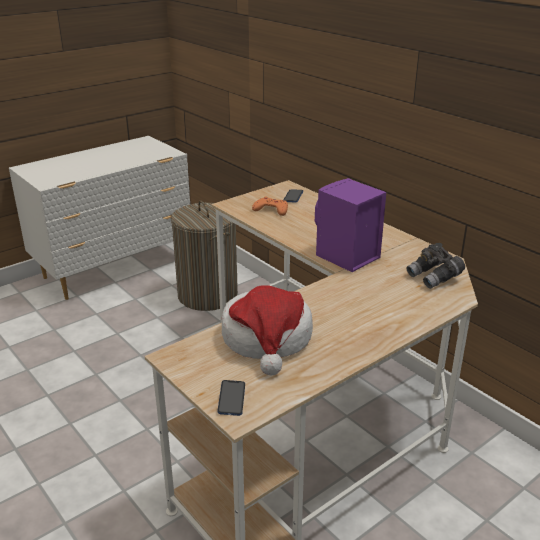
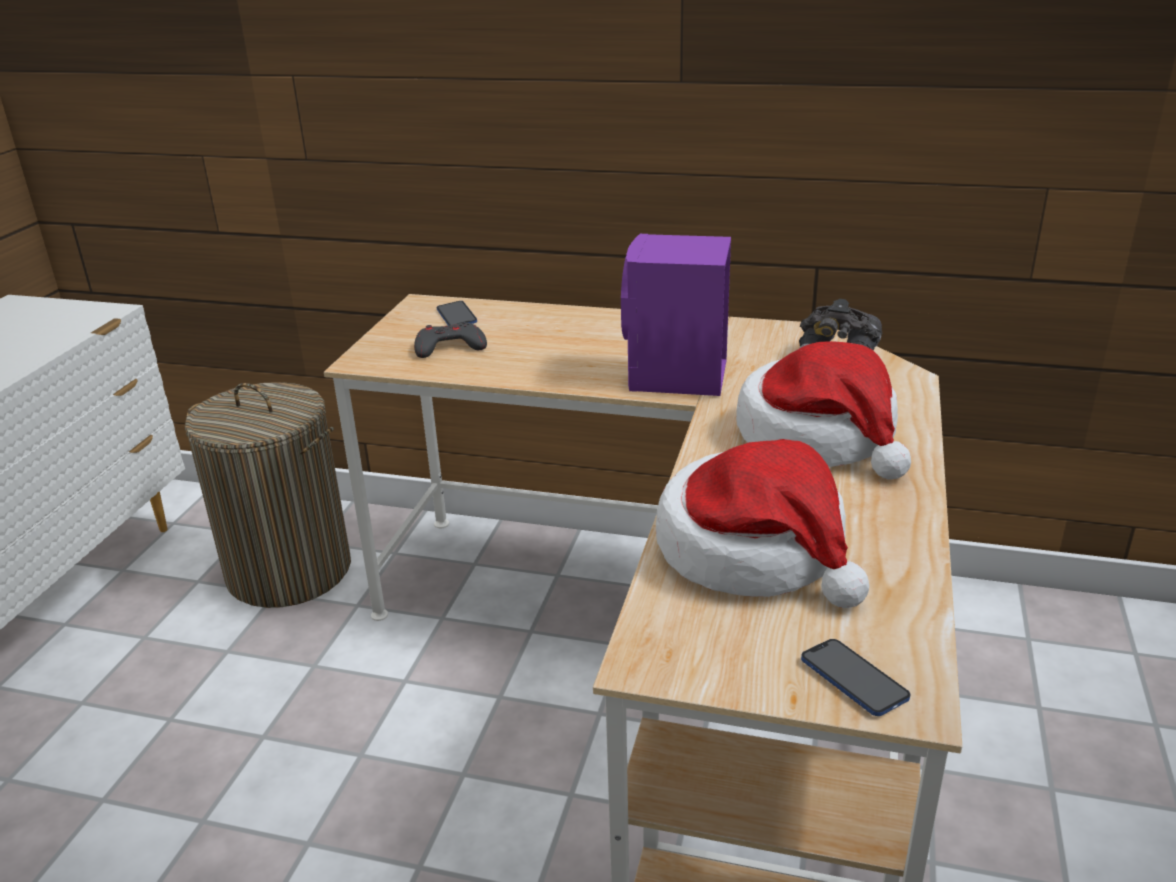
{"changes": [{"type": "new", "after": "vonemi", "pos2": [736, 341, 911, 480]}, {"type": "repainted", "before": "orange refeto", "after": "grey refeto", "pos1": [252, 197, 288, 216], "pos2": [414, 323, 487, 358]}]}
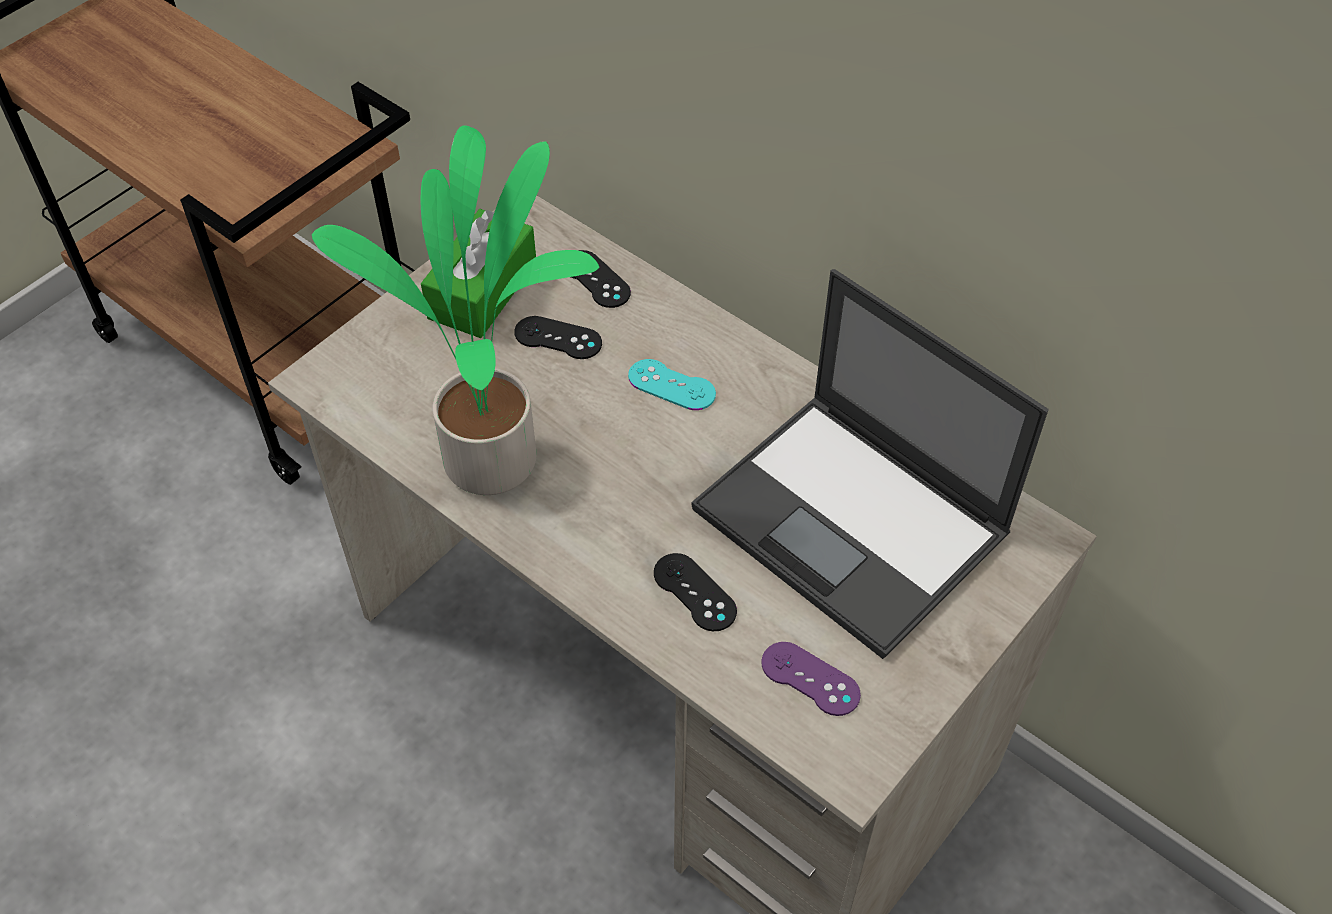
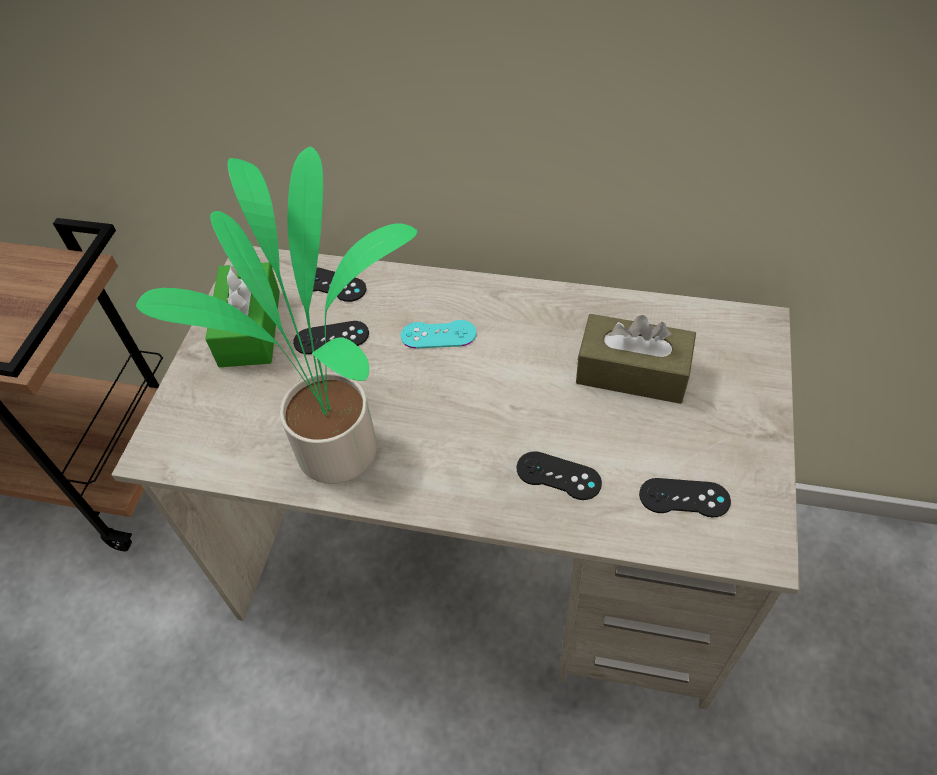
{"changes": [{"type": "swapped", "before": "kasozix", "after": "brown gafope", "pos1": [691, 269, 1049, 659], "pos2": [576, 314, 696, 404]}, {"type": "repainted", "before": "purple refeto", "after": "black refeto", "pos1": [761, 642, 861, 716], "pos2": [639, 478, 731, 518]}]}
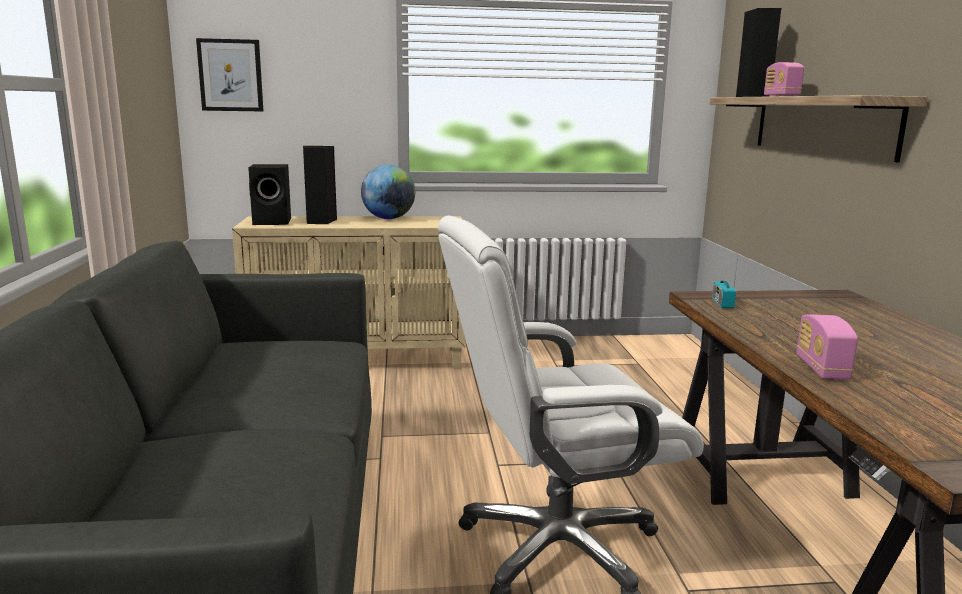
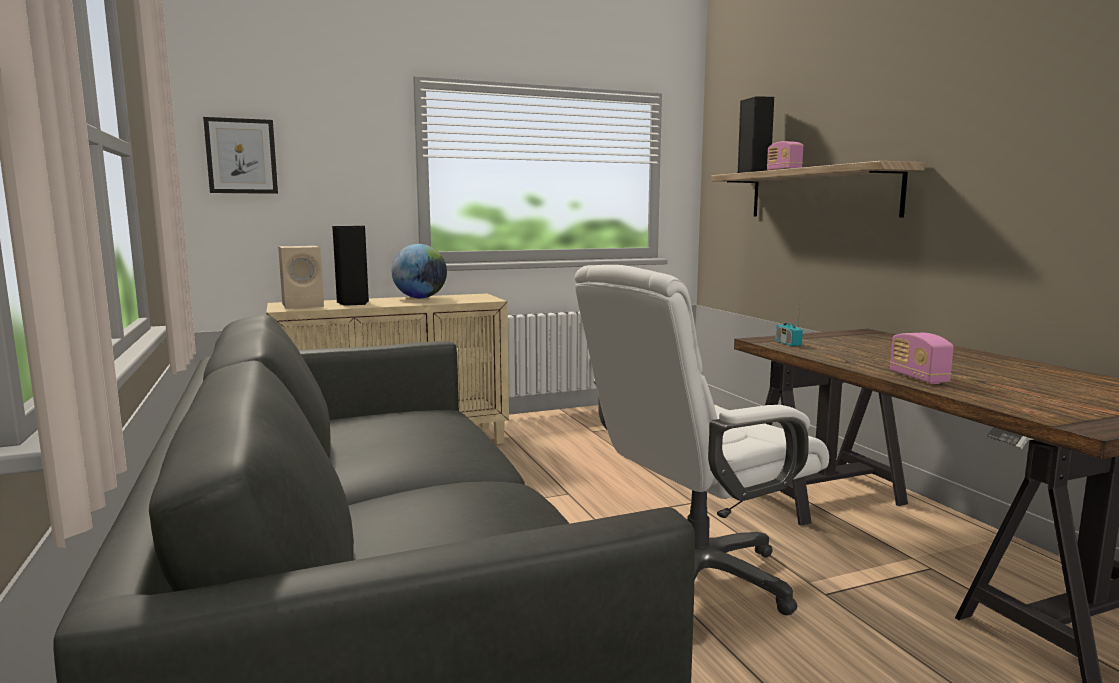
{"changes": [{"type": "repainted", "before": "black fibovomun", "after": "beige fibovomun", "pos1": [248, 164, 291, 225], "pos2": [278, 246, 324, 309]}]}
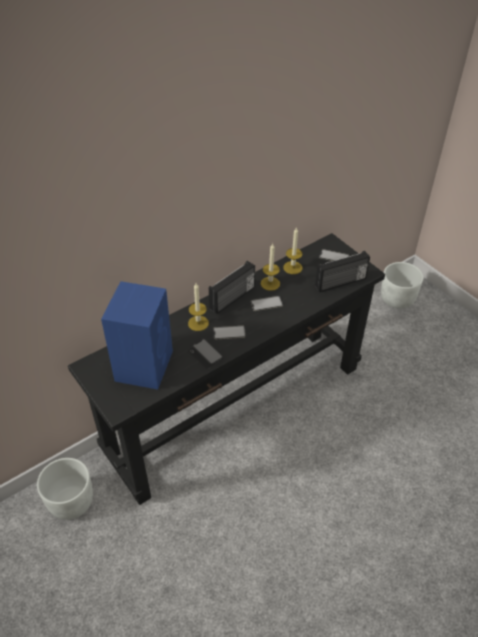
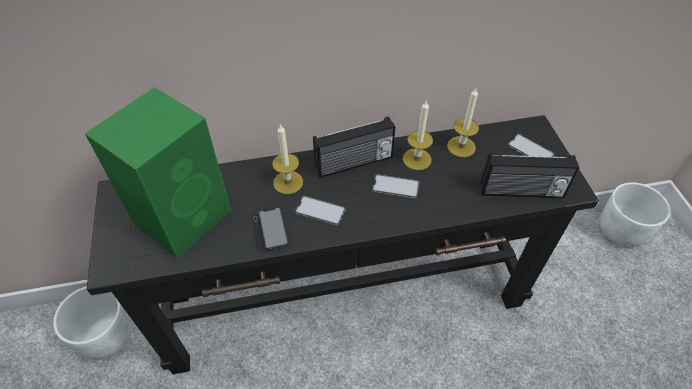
{"changes": [{"type": "repainted", "before": "blue fibovomun", "after": "green fibovomun", "pos1": [101, 281, 173, 390], "pos2": [85, 87, 231, 258]}]}
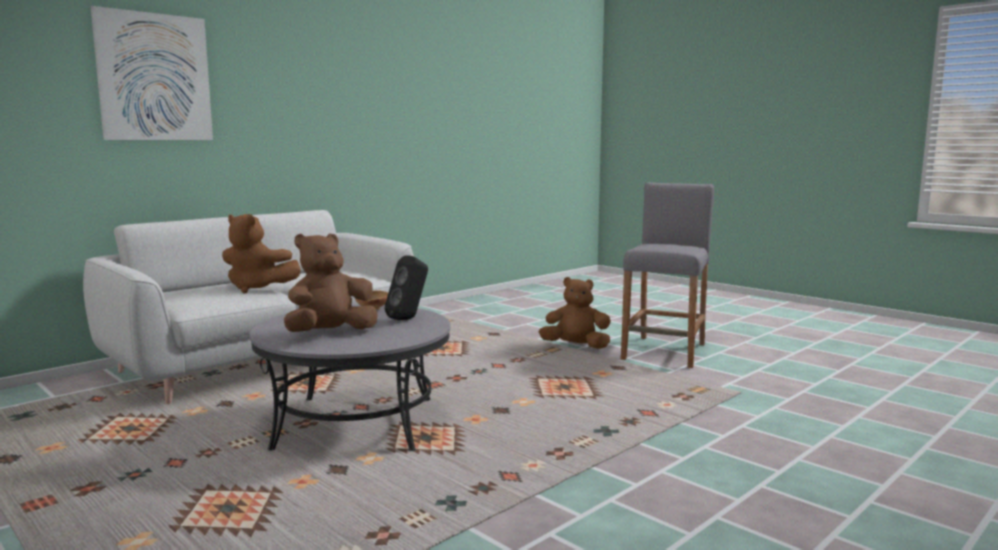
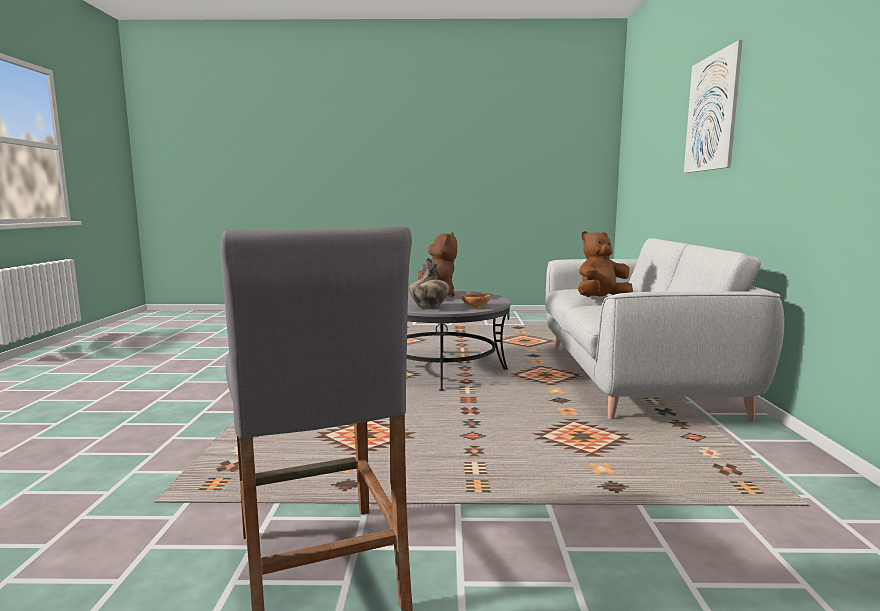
{"changes": [{"type": "gone", "before": "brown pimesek", "pos1": [539, 277, 611, 349]}, {"type": "swapped", "before": "black fibovomun", "after": "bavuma", "pos1": [385, 255, 428, 320], "pos2": [409, 258, 450, 308]}]}
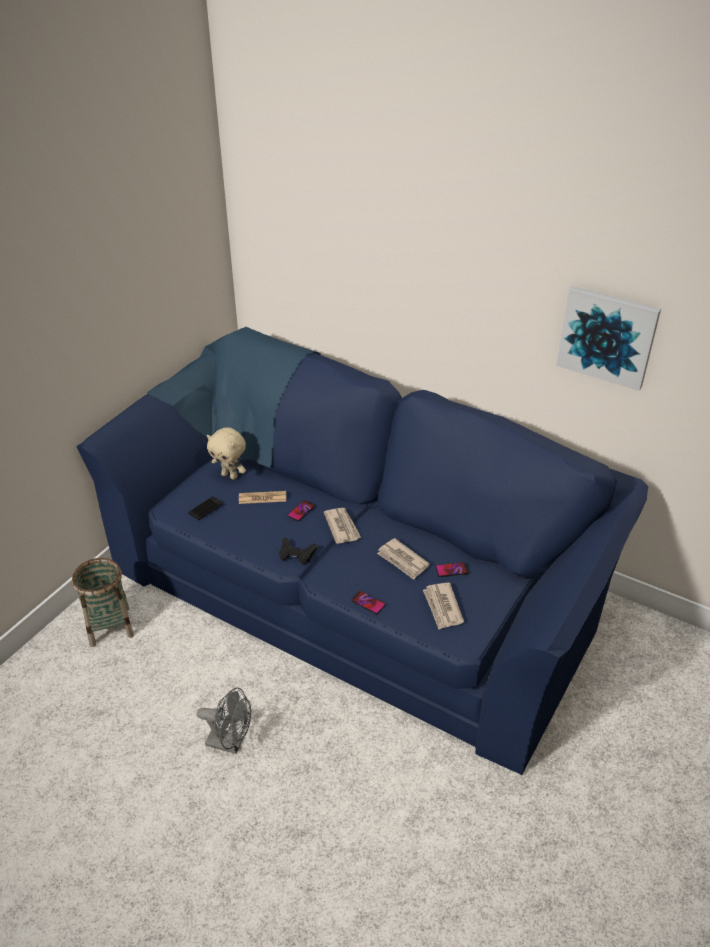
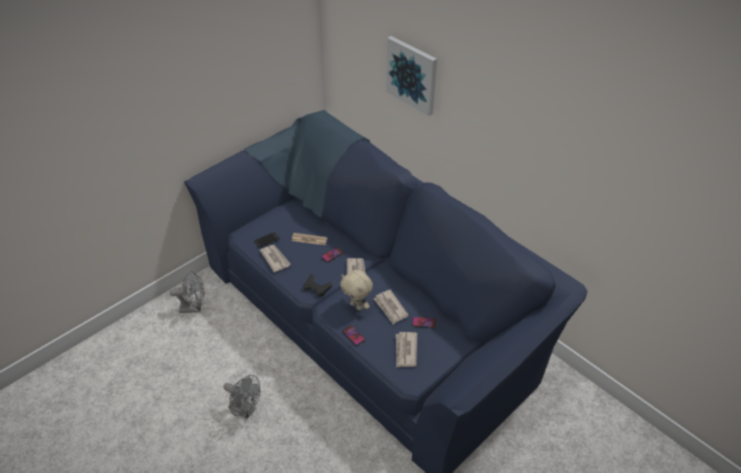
{"changes": [{"type": "new", "after": "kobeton", "pos2": [260, 245, 291, 272]}, {"type": "shifted", "before": "beige pimesek", "pos1": [207, 427, 246, 480], "pos2": [340, 270, 373, 311]}, {"type": "shifted", "before": "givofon", "pos1": [556, 286, 661, 391], "pos2": [386, 36, 437, 116]}, {"type": "swapped", "before": "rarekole", "after": "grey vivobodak", "pos1": [72, 558, 134, 647], "pos2": [170, 271, 204, 313]}]}
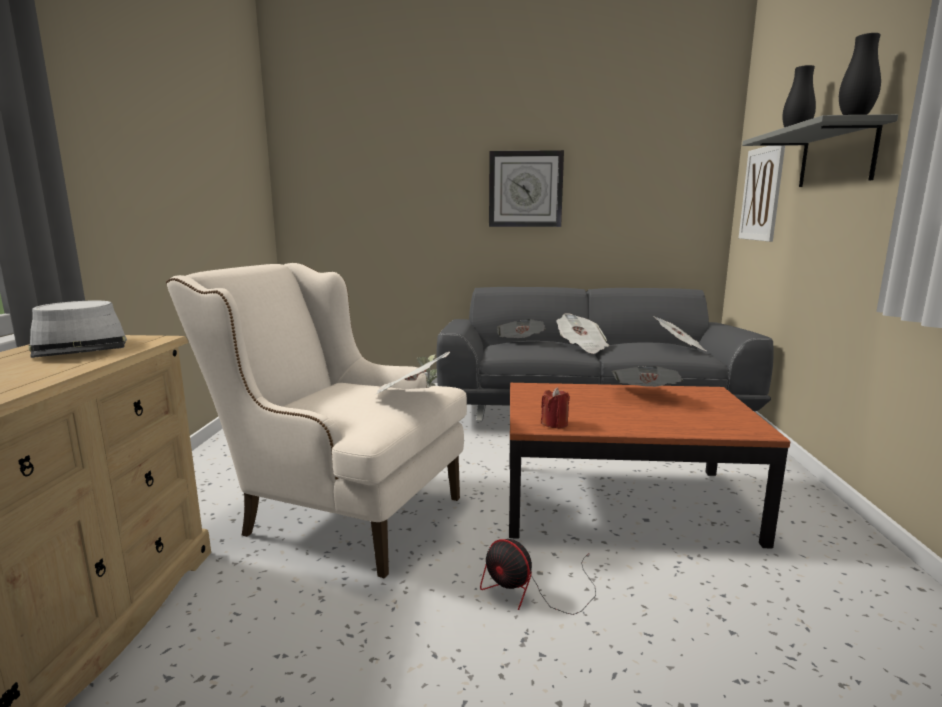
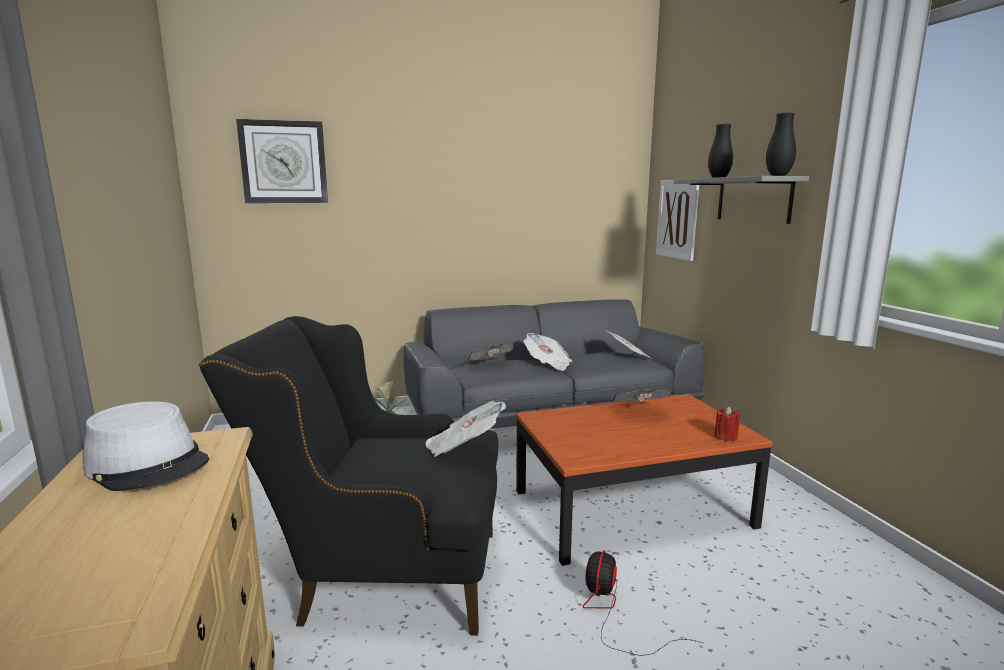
{"changes": [{"type": "shifted", "before": "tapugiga", "pos1": [489, 150, 564, 227], "pos2": [236, 119, 328, 203]}, {"type": "shifted", "before": "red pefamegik", "pos1": [541, 387, 570, 429], "pos2": [714, 406, 741, 441]}, {"type": "repainted", "before": "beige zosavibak", "after": "black zosavibak", "pos1": [166, 263, 467, 579], "pos2": [199, 316, 498, 636]}, {"type": "rotated", "before": "vivobodak", "pos1": [480, 539, 596, 615], "pos2": [583, 550, 703, 656], "turn": 90}]}
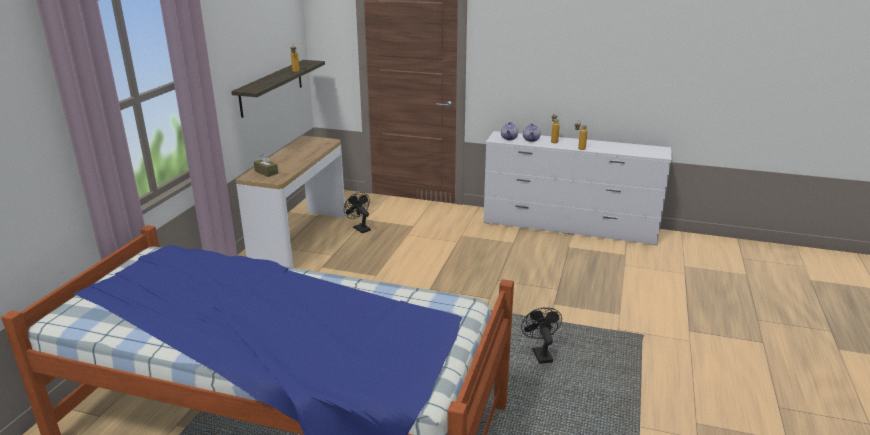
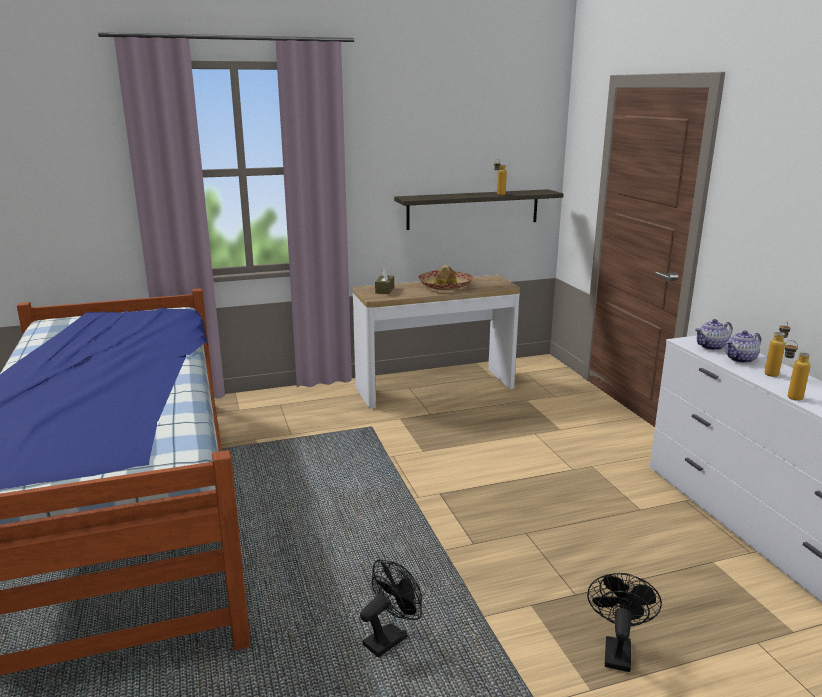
{"changes": [{"type": "new", "after": "vonemi", "pos2": [418, 265, 473, 290]}, {"type": "shifted", "before": "black vivobodak", "pos1": [344, 192, 371, 233], "pos2": [587, 573, 662, 672]}]}
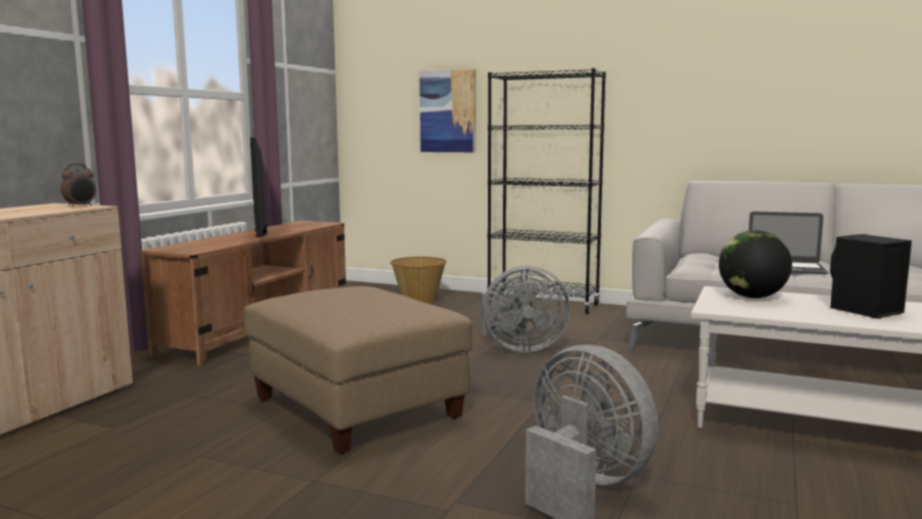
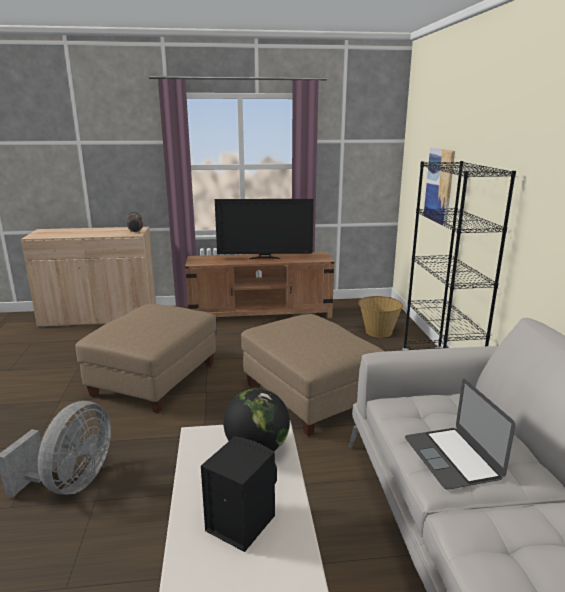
{"changes": [{"type": "swapped", "before": "grey vivobodak", "after": "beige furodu", "pos1": [482, 266, 570, 352], "pos2": [241, 314, 385, 436]}, {"type": "rotated", "before": "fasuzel", "pos1": [250, 137, 267, 237], "pos2": [215, 199, 314, 259], "turn": -135}]}
